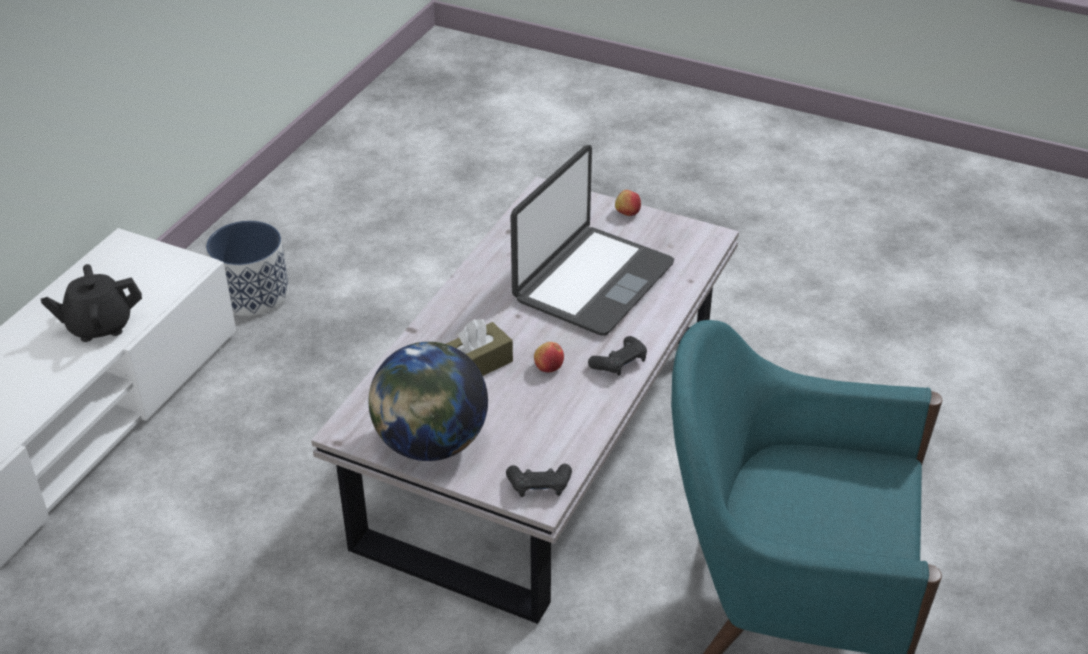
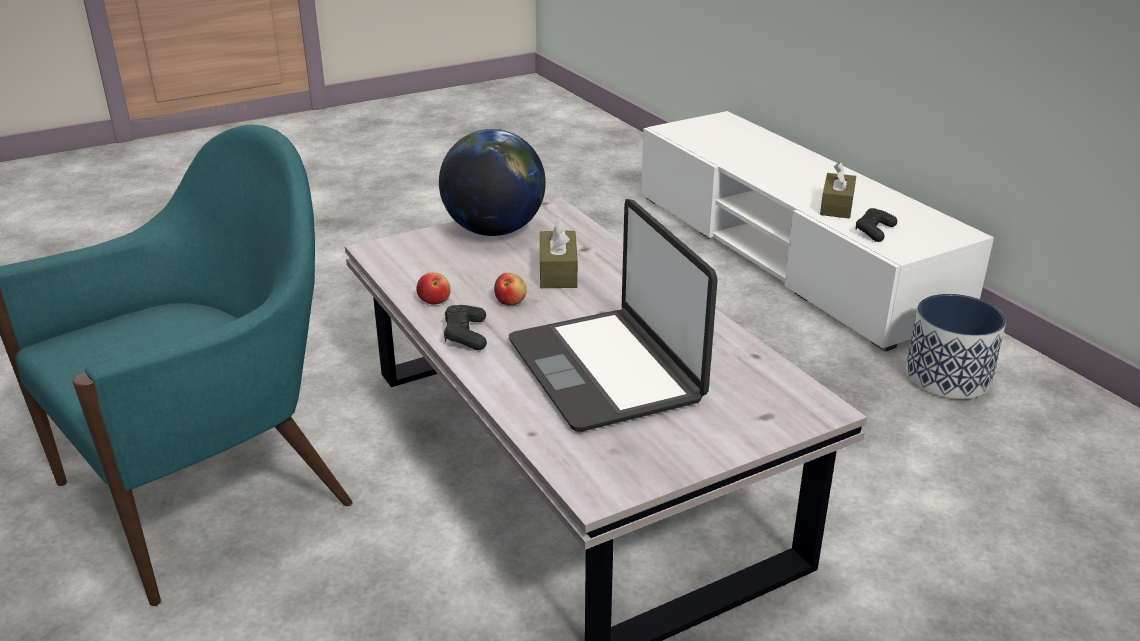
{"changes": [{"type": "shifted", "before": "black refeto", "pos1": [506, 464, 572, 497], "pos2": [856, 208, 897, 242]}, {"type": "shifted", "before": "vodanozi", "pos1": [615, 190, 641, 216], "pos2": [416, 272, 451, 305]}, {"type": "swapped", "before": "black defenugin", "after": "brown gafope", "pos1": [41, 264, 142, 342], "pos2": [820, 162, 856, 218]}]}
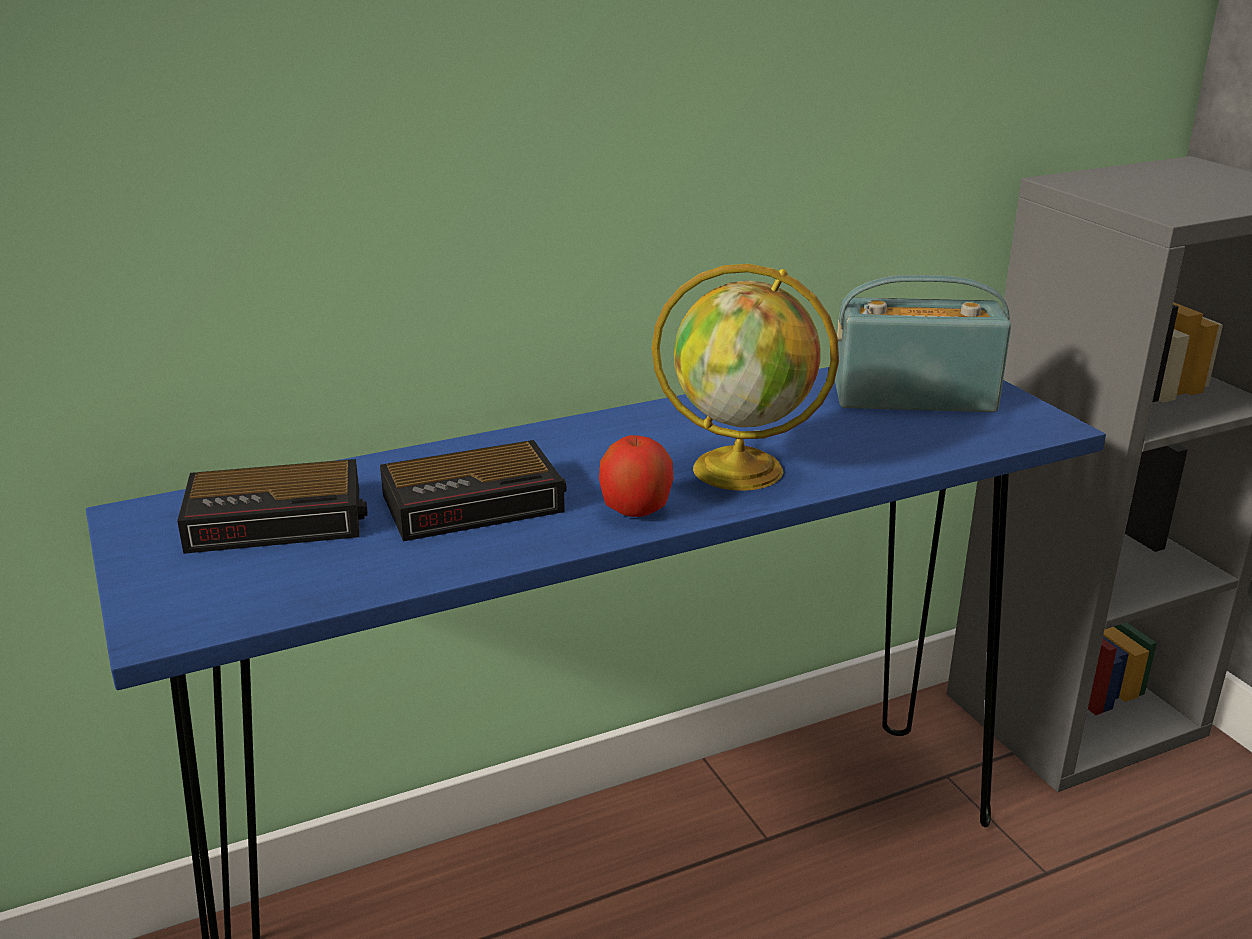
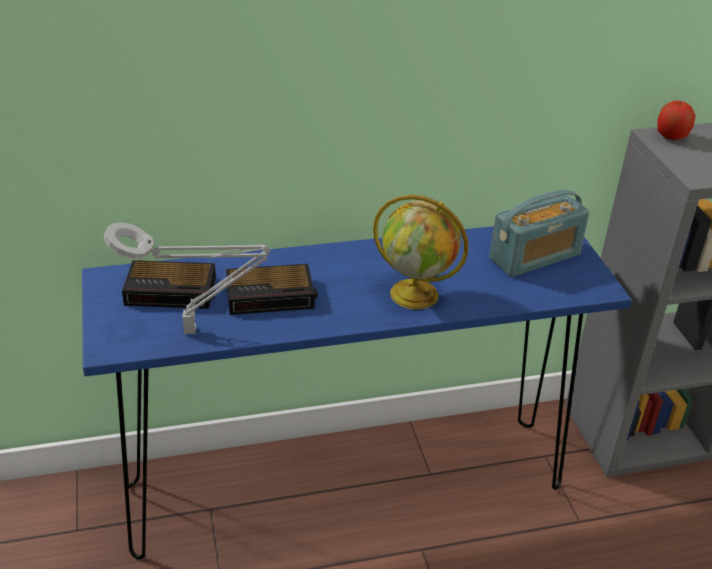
{"changes": [{"type": "new", "after": "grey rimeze", "pos2": [104, 223, 270, 334]}, {"type": "shifted", "before": "vodanozi", "pos1": [599, 435, 673, 517], "pos2": [657, 100, 696, 140]}, {"type": "rotated", "before": "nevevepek", "pos1": [835, 275, 1011, 412], "pos2": [489, 190, 589, 277], "turn": 135}]}
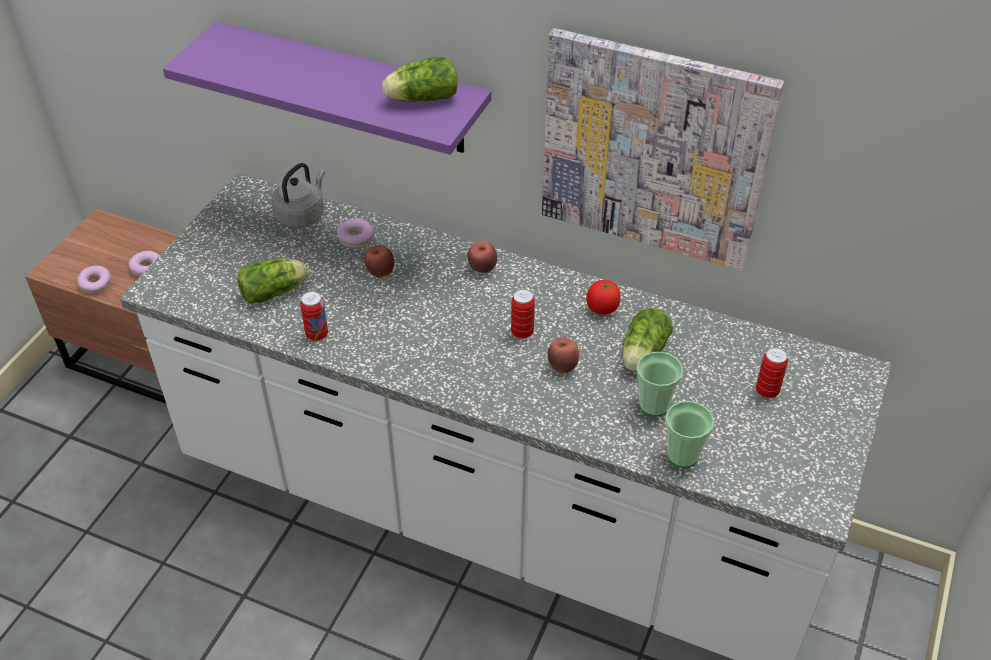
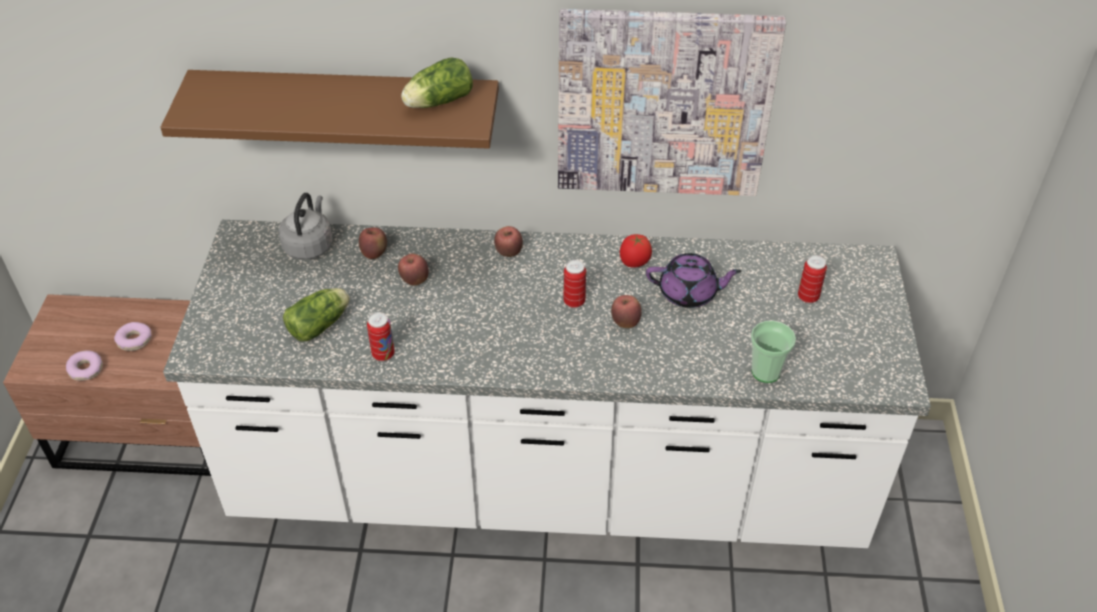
{"changes": [{"type": "gone", "before": "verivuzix", "pos1": [636, 352, 683, 416]}, {"type": "swapped", "before": "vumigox", "after": "vodanozi", "pos1": [337, 218, 374, 248], "pos2": [359, 227, 387, 259]}, {"type": "swapped", "before": "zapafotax", "after": "purple defenugin", "pos1": [622, 308, 673, 371], "pos2": [646, 253, 742, 308]}, {"type": "repainted", "before": "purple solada", "after": "brown solada", "pos1": [163, 21, 492, 155], "pos2": [160, 70, 499, 149]}]}
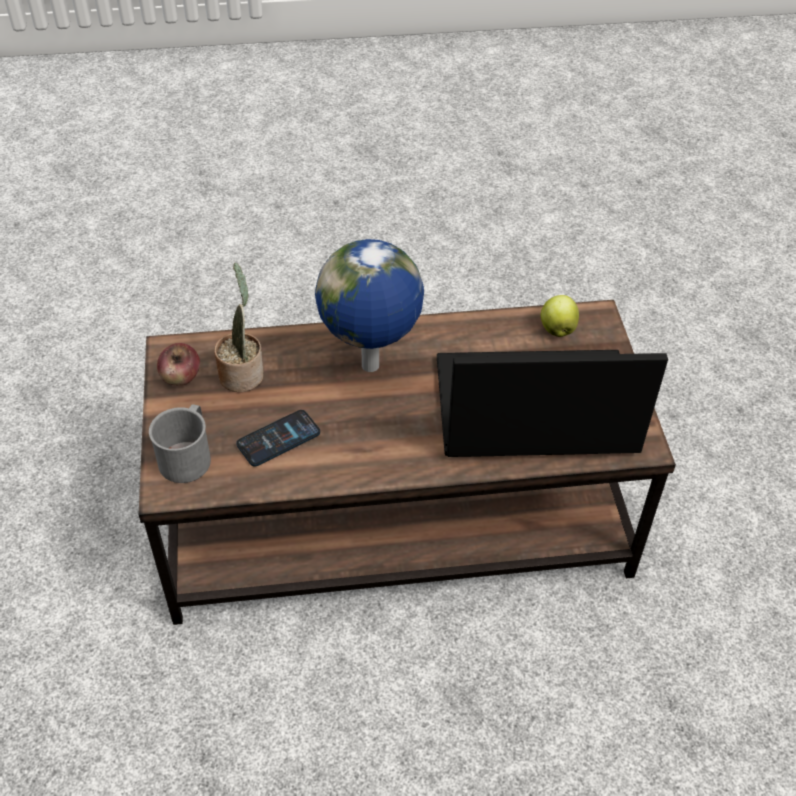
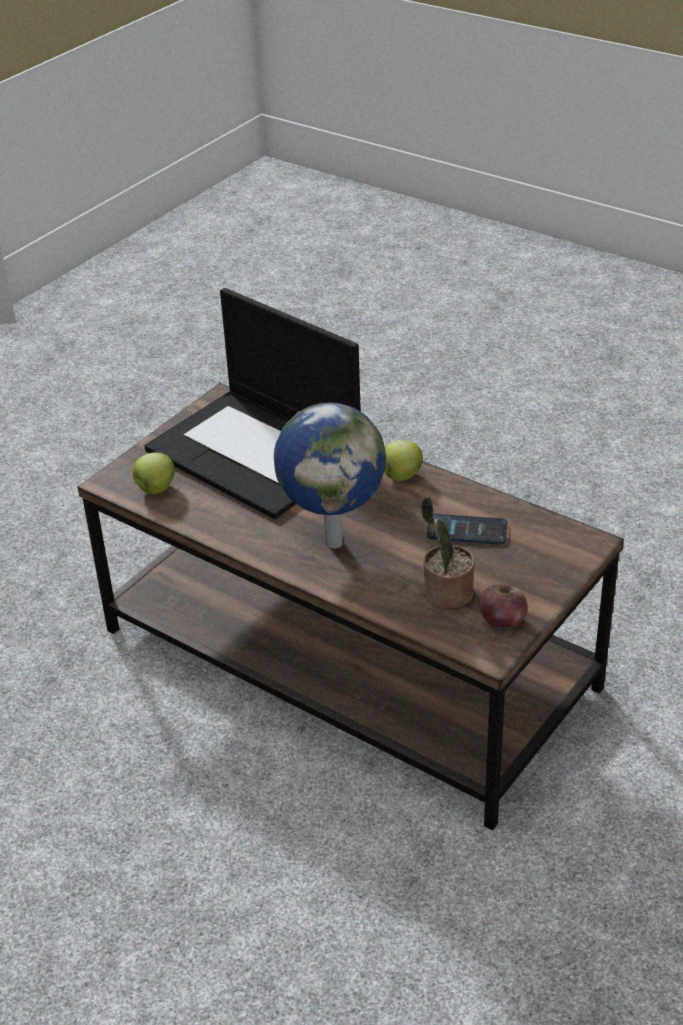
{"changes": [{"type": "gone", "before": "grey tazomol", "pos1": [149, 404, 211, 483]}, {"type": "new", "after": "vodanozi", "pos2": [385, 440, 423, 481]}]}
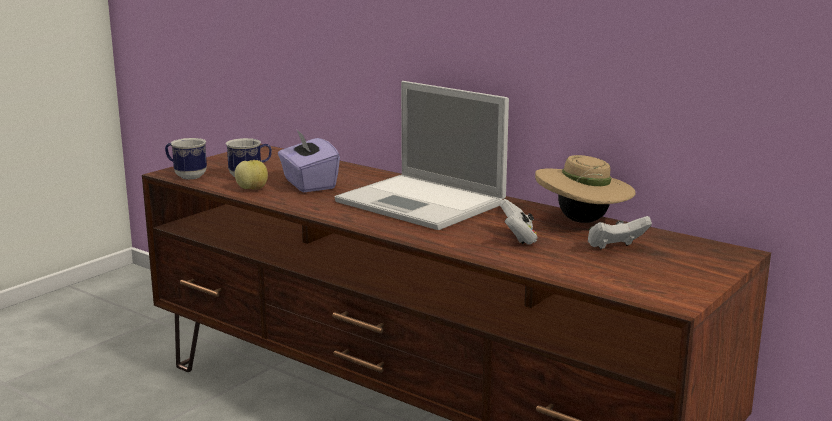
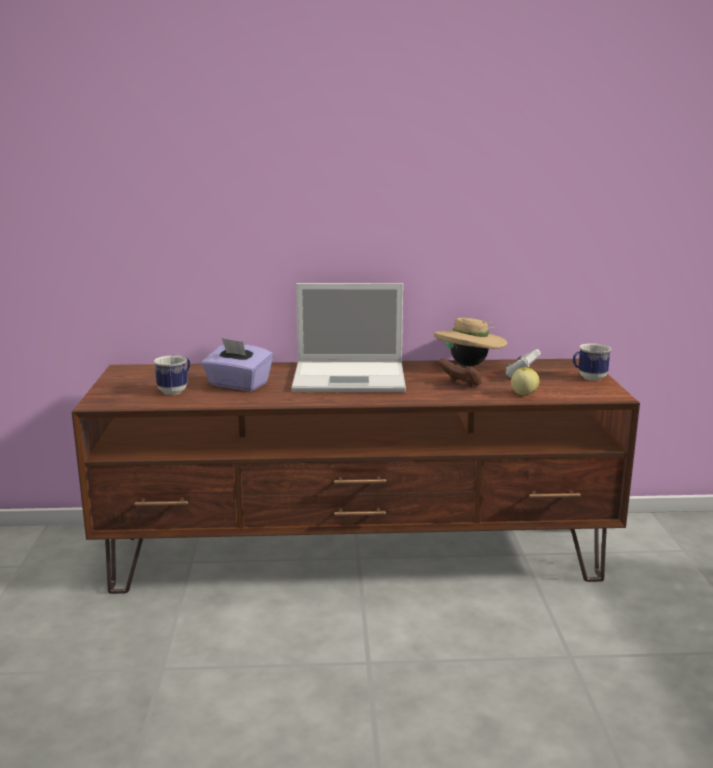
{"changes": [{"type": "shifted", "before": "tazomol", "pos1": [165, 138, 207, 179], "pos2": [573, 343, 611, 381]}, {"type": "shifted", "before": "vodanozi", "pos1": [235, 160, 268, 190], "pos2": [511, 367, 539, 395]}, {"type": "repainted", "before": "white refeto", "after": "brown refeto", "pos1": [500, 199, 537, 245], "pos2": [438, 358, 482, 387]}]}
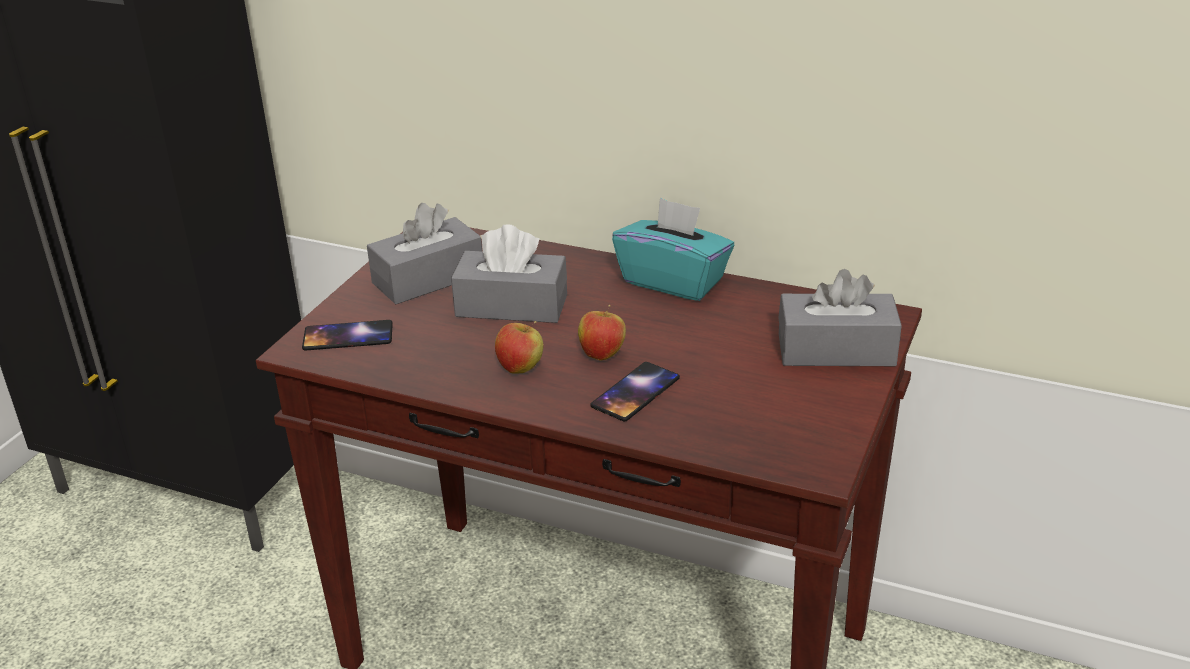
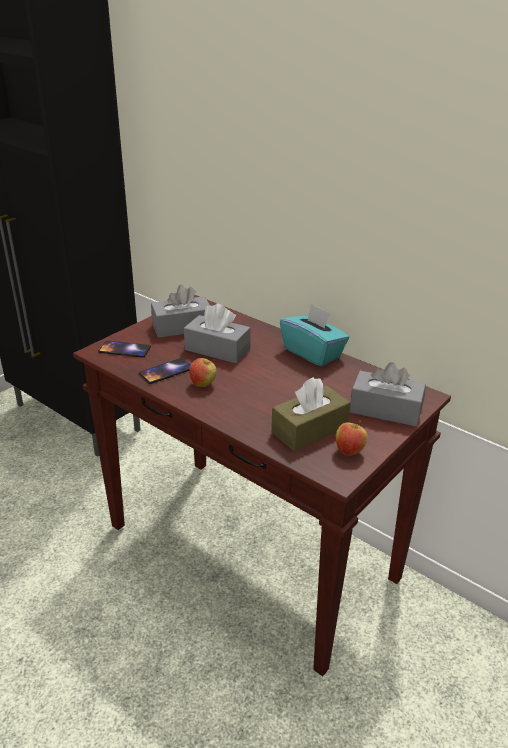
{"changes": [{"type": "new", "after": "brown gafope", "pos2": [271, 377, 351, 451]}, {"type": "shifted", "before": "vodanozi", "pos1": [578, 305, 626, 360], "pos2": [336, 420, 368, 456]}, {"type": "shifted", "before": "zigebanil", "pos1": [590, 362, 680, 422], "pos2": [139, 358, 190, 384]}]}
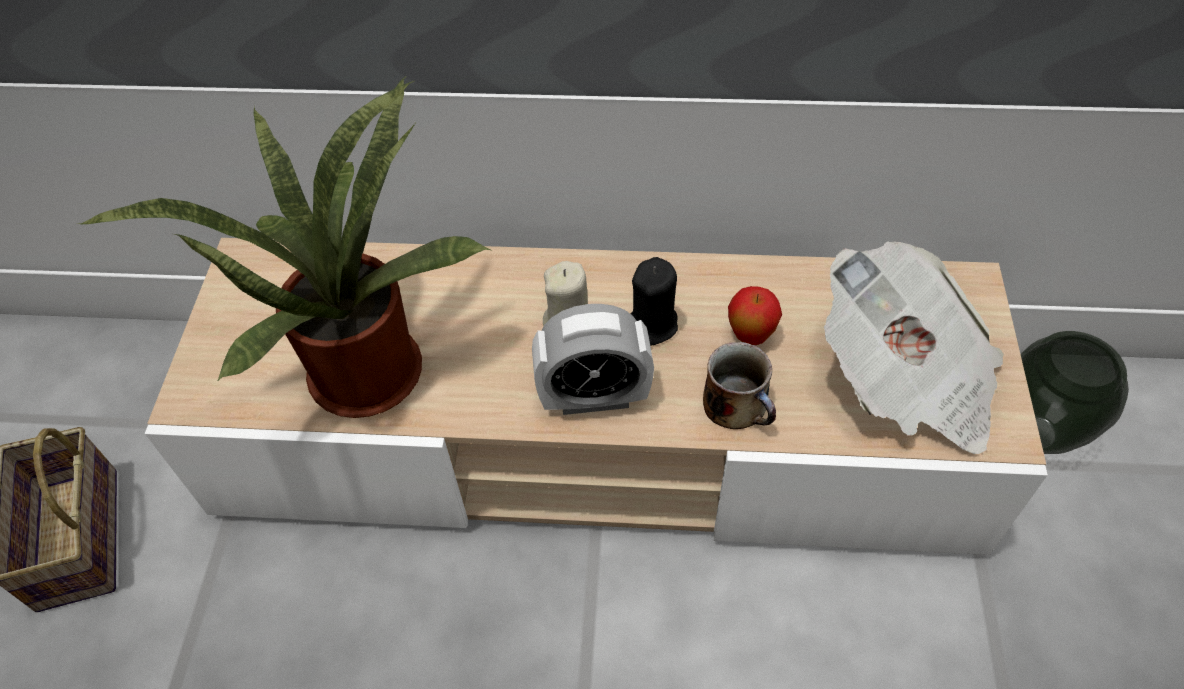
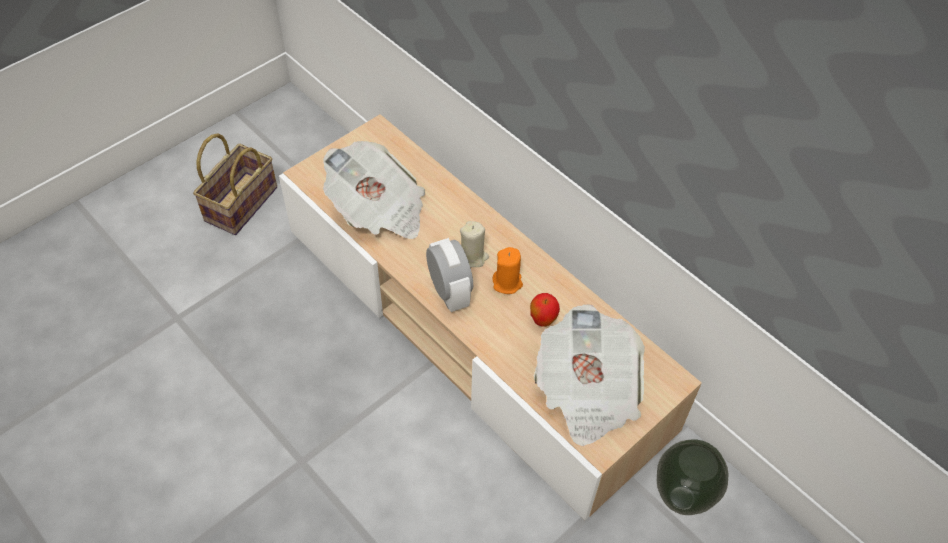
{"changes": [{"type": "gone", "before": "tazomol", "pos1": [703, 342, 776, 429]}, {"type": "swapped", "before": "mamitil", "after": "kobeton", "pos1": [78, 77, 490, 418], "pos2": [323, 141, 425, 239]}, {"type": "repainted", "before": "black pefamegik", "after": "orange pefamegik", "pos1": [631, 257, 678, 346], "pos2": [492, 247, 523, 294]}, {"type": "rotated", "before": "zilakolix", "pos1": [532, 304, 654, 415], "pos2": [426, 238, 473, 312], "turn": -150}]}
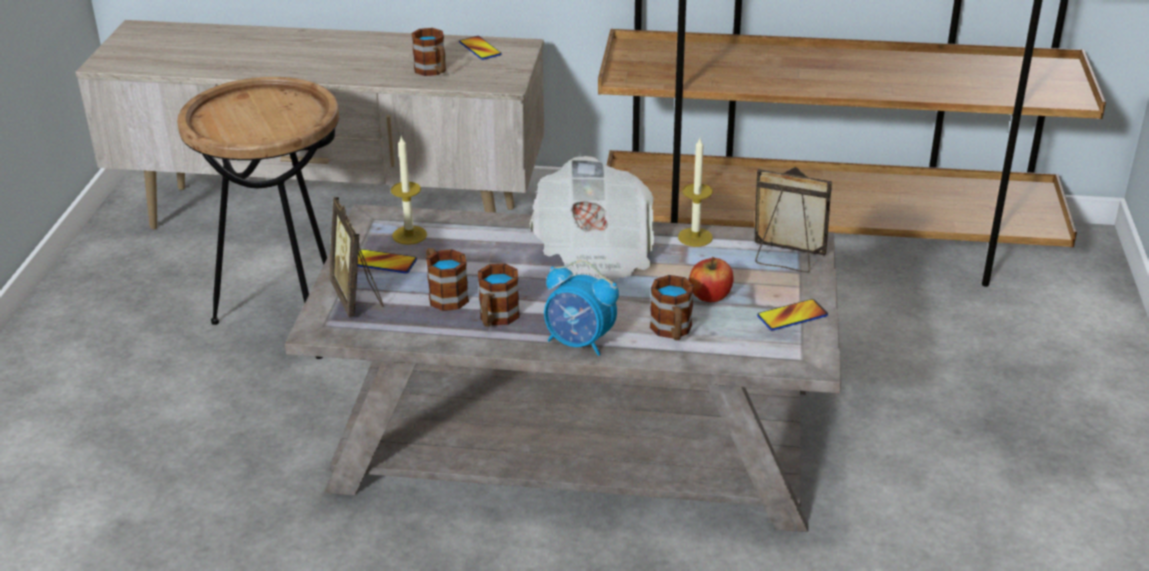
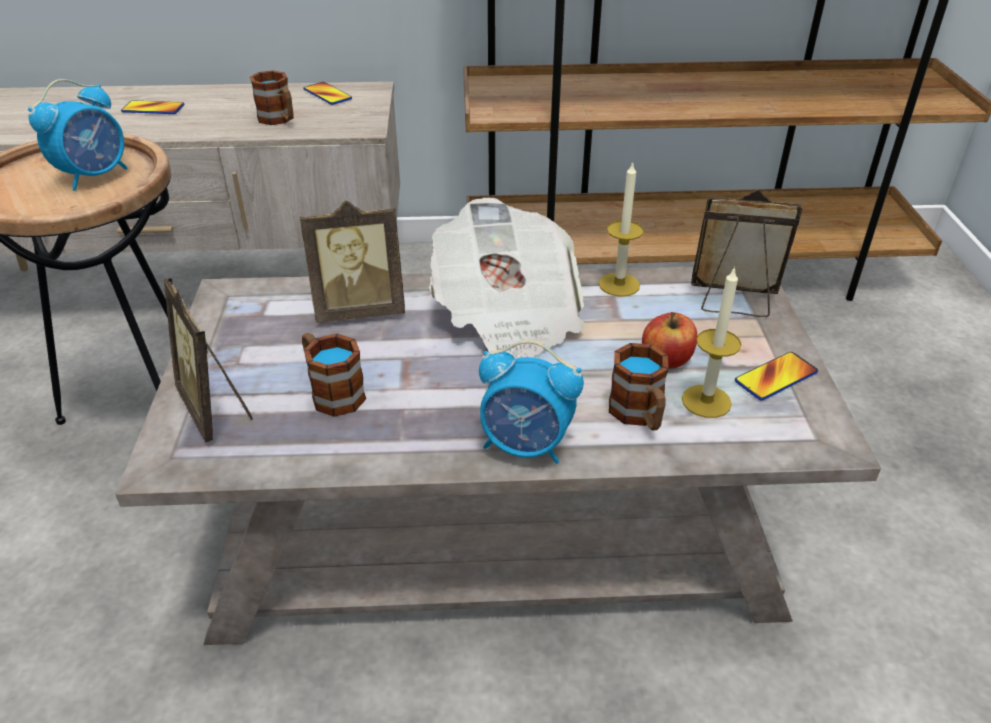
{"changes": [{"type": "gone", "before": "tazomol", "pos1": [478, 263, 520, 327]}, {"type": "new", "after": "zilakolix", "pos2": [28, 79, 128, 191]}, {"type": "new", "after": "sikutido", "pos2": [300, 200, 405, 323]}, {"type": "shifted", "before": "zigebanil", "pos1": [358, 249, 417, 273], "pos2": [121, 100, 184, 114]}, {"type": "shifted", "before": "pefamegik", "pos1": [391, 136, 427, 245], "pos2": [682, 266, 742, 418]}]}
